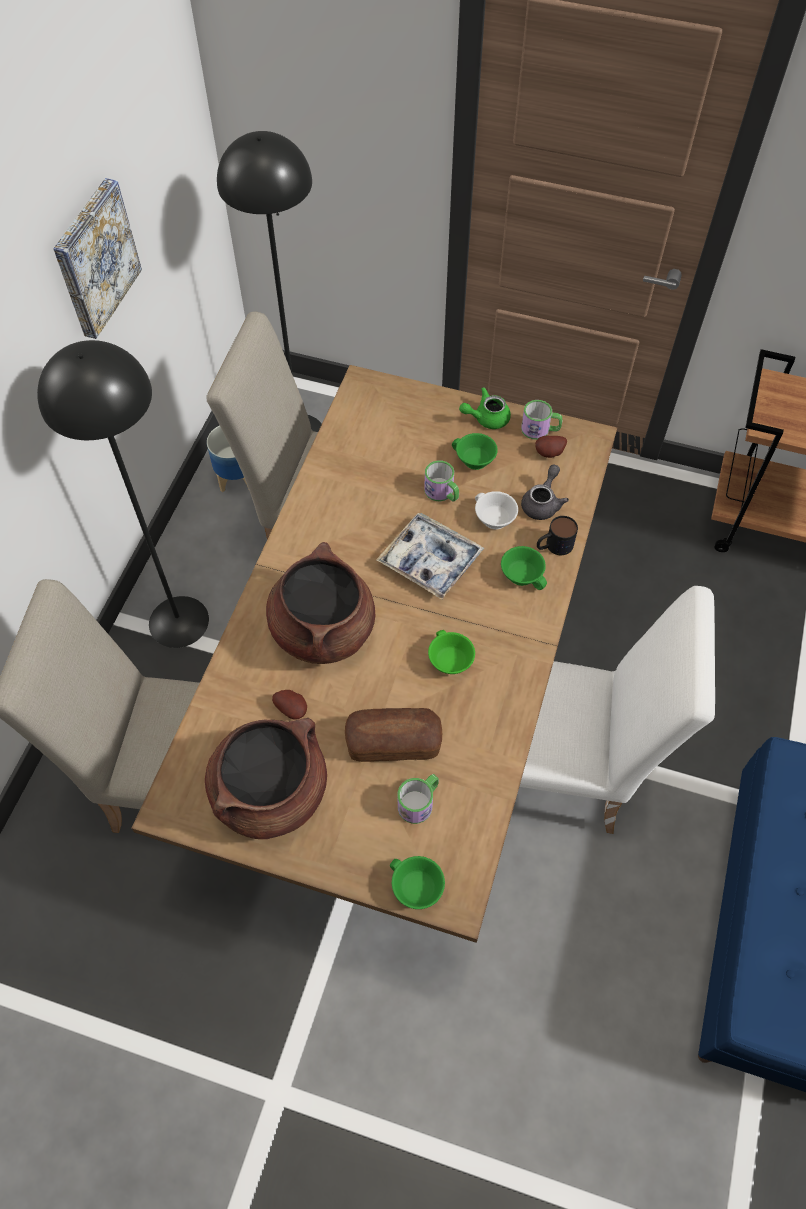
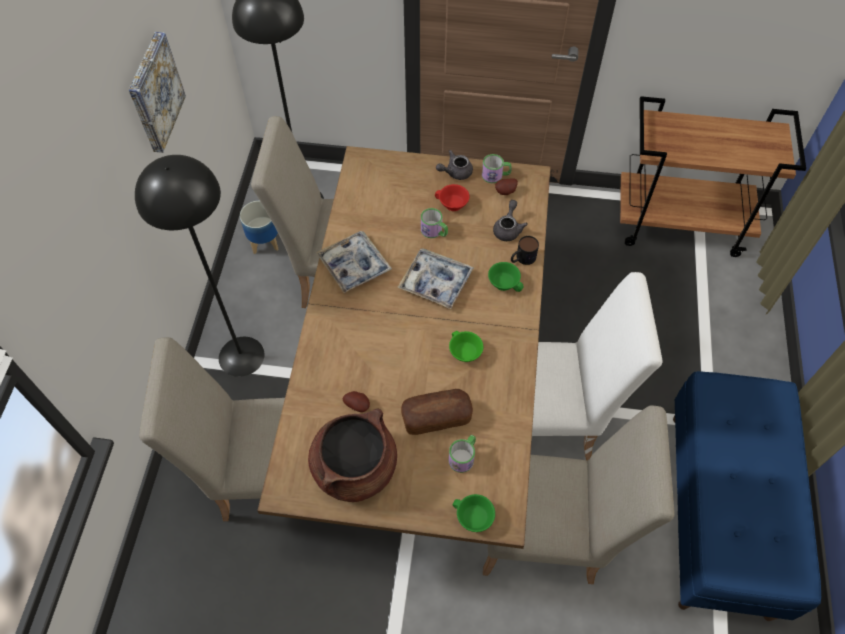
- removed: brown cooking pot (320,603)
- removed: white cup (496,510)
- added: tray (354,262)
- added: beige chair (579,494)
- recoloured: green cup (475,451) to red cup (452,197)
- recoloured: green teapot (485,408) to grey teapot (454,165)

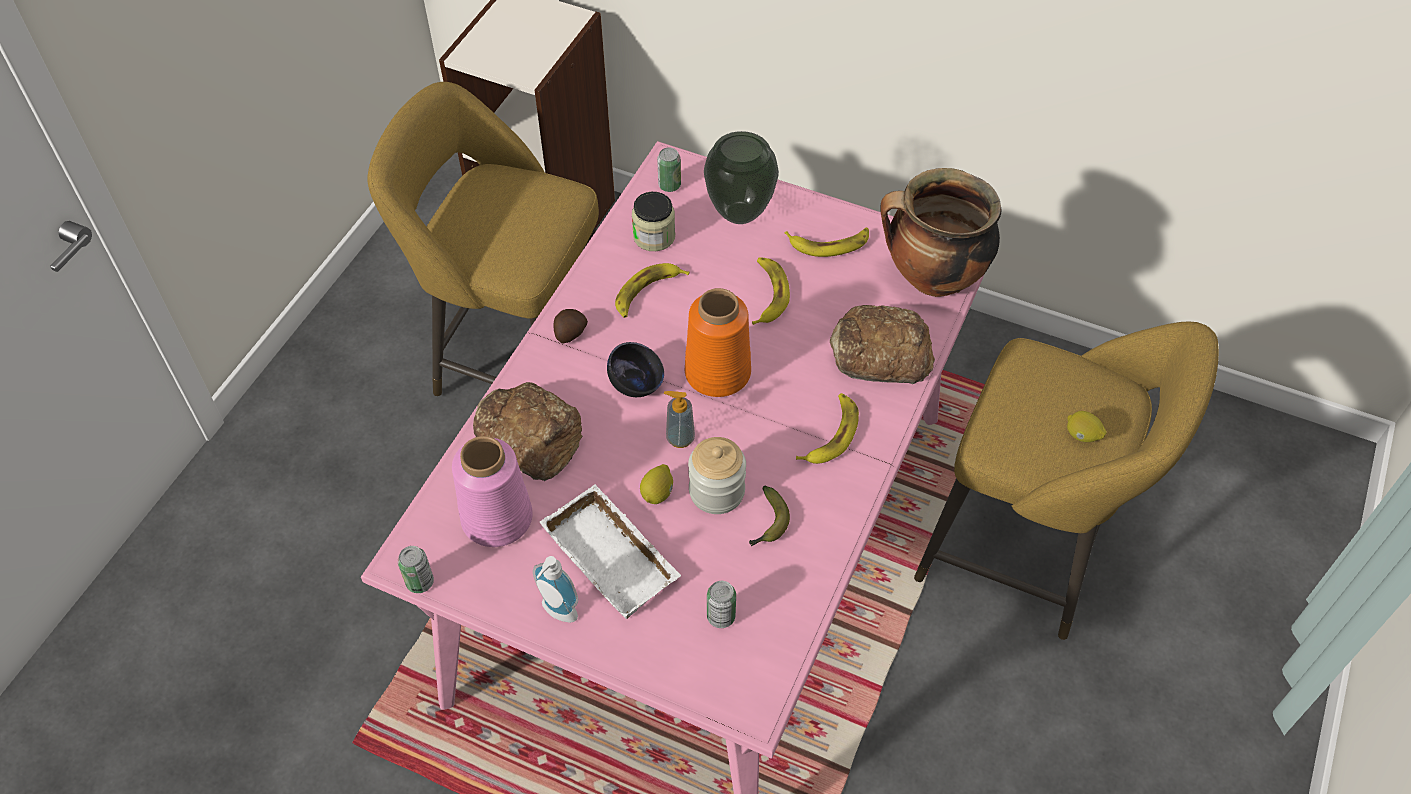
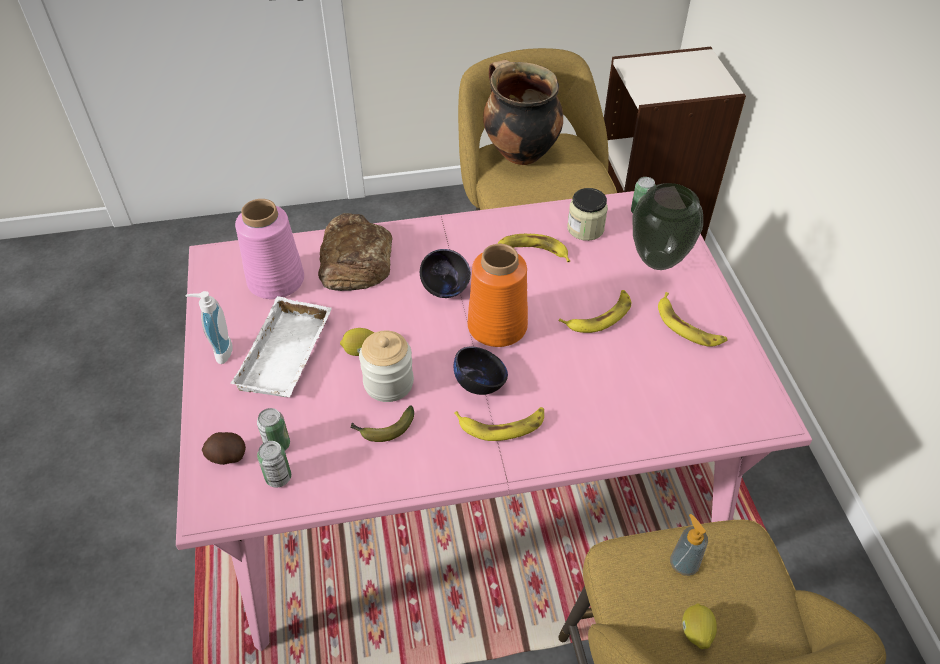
- removed: bread (882,344)
- added: black bowl (481,371)
- moved: can (416,569) to (274,464)
- moved: potato (570,326) to (224,448)
- moved: soap dispenser (679,419) to (689,545)
- moved: cooking pot (941,232) to (523,112)

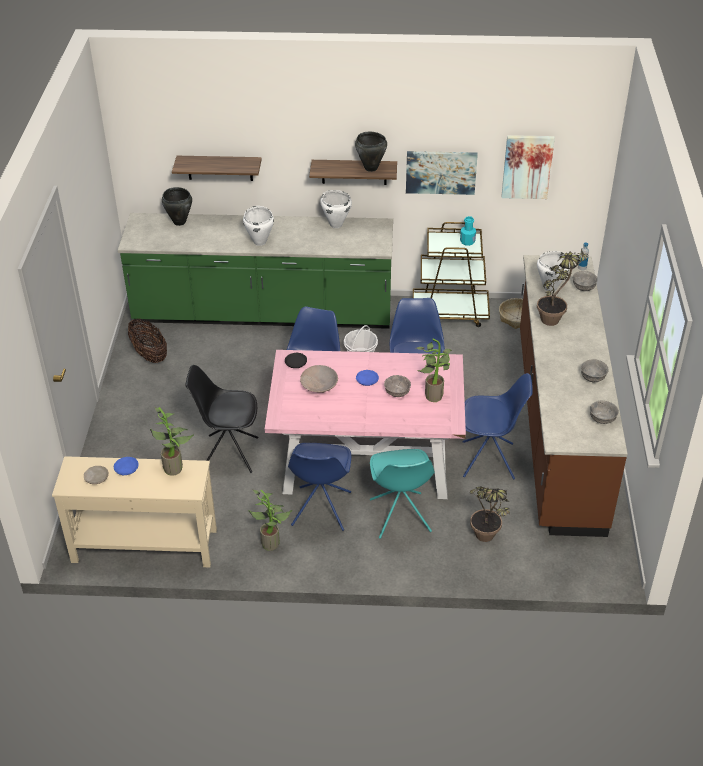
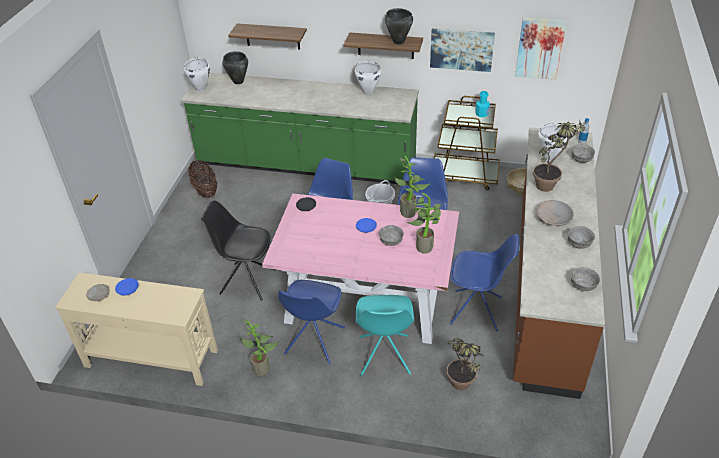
- moved: potted plant (172,441) to (412,187)
- moved: white cooking pot (258,226) to (197,74)
- moved: beige bowl (319,379) to (555,213)

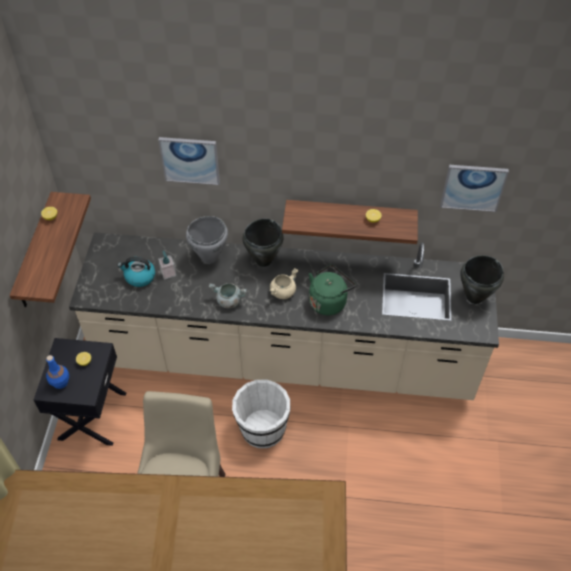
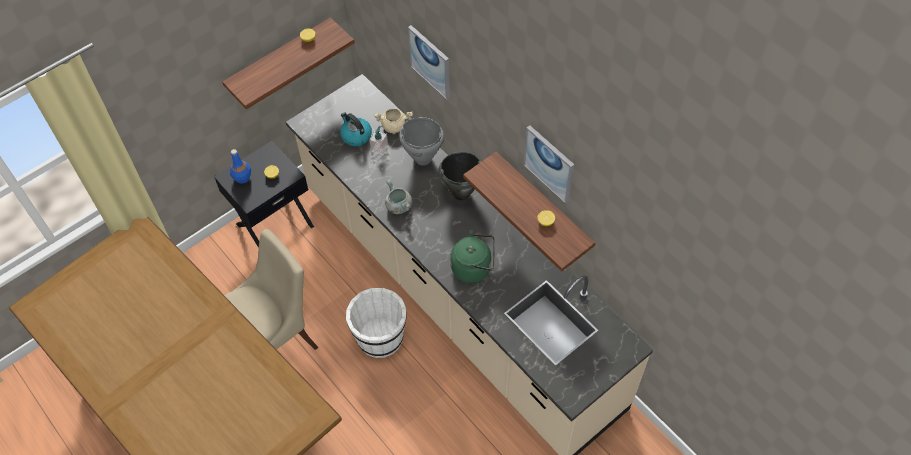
- removed: black cooking pot (482,279)
- moved: beige cooking pot (284,283) to (394,120)
- moved: picture (474,188) to (549,164)

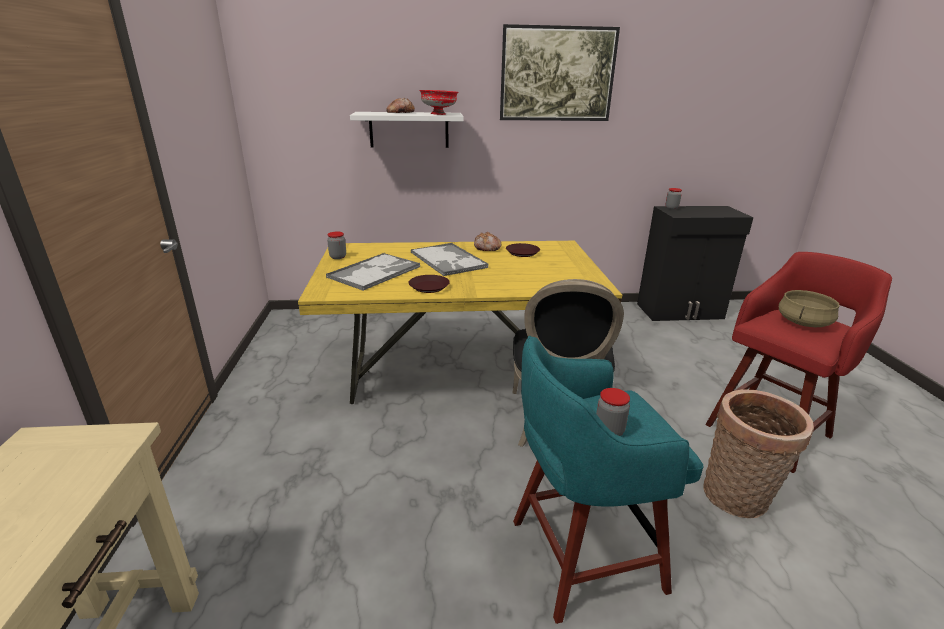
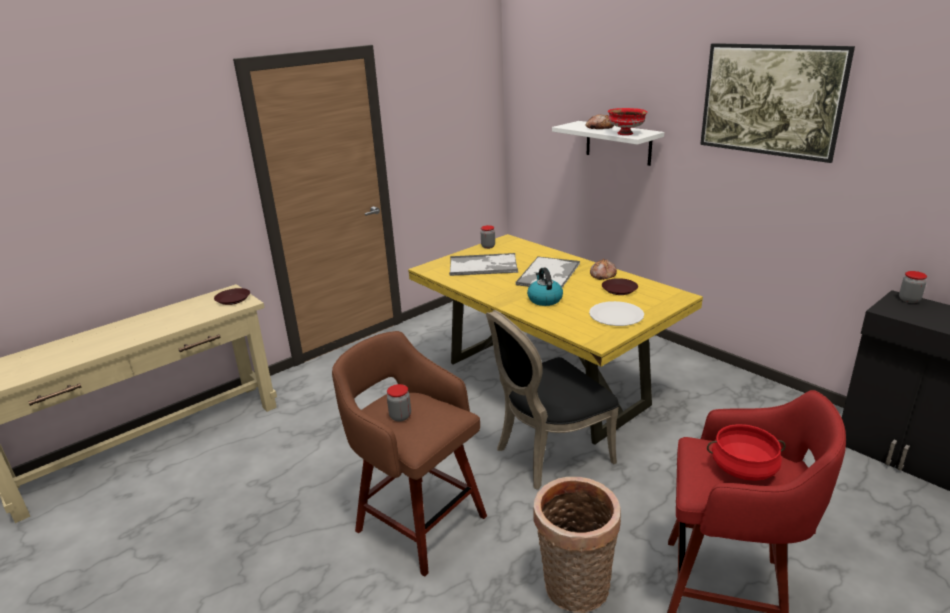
- added: kettle (545,286)
- added: white plate (616,313)
- moved: brown plate (429,284) to (232,296)
- recoloured: turquoise stool (608,480) to brown stool (409,453)
- recoloured: beige cooking pot (809,308) to red cooking pot (746,452)

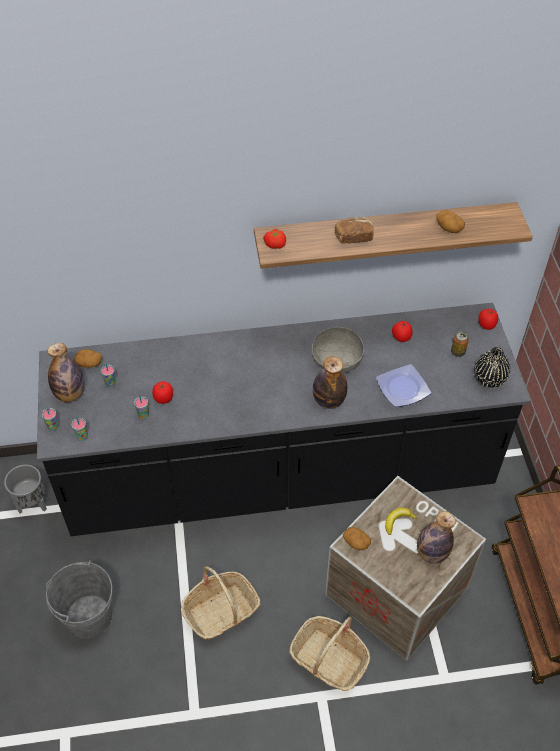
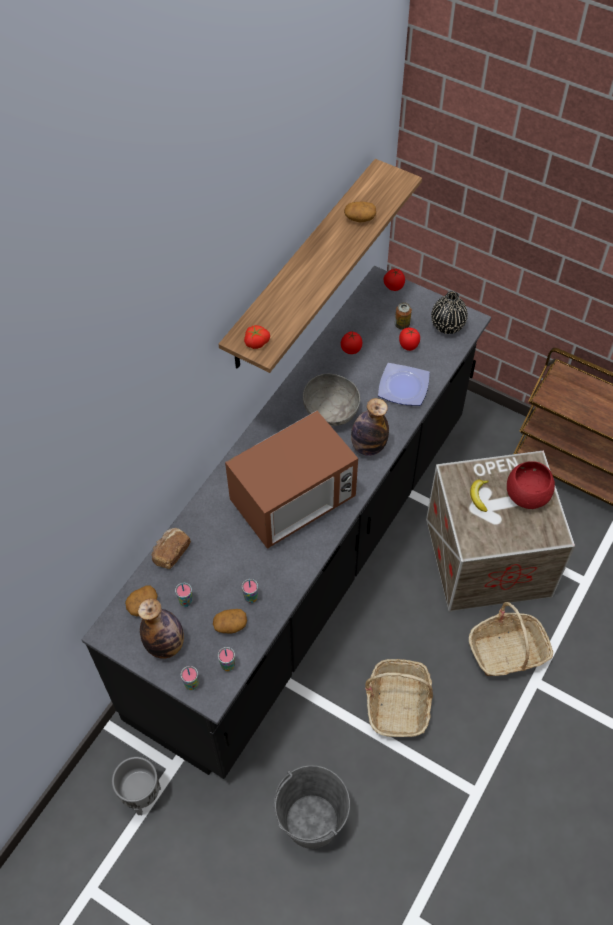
- added: microwave (291,480)
- moved: tomato (162,392) to (409,339)
- moved: bread (354,230) to (171,548)
- moved: potato (357,539) to (230,621)
- replaced: bottle (436,537) to red bowl (531,485)

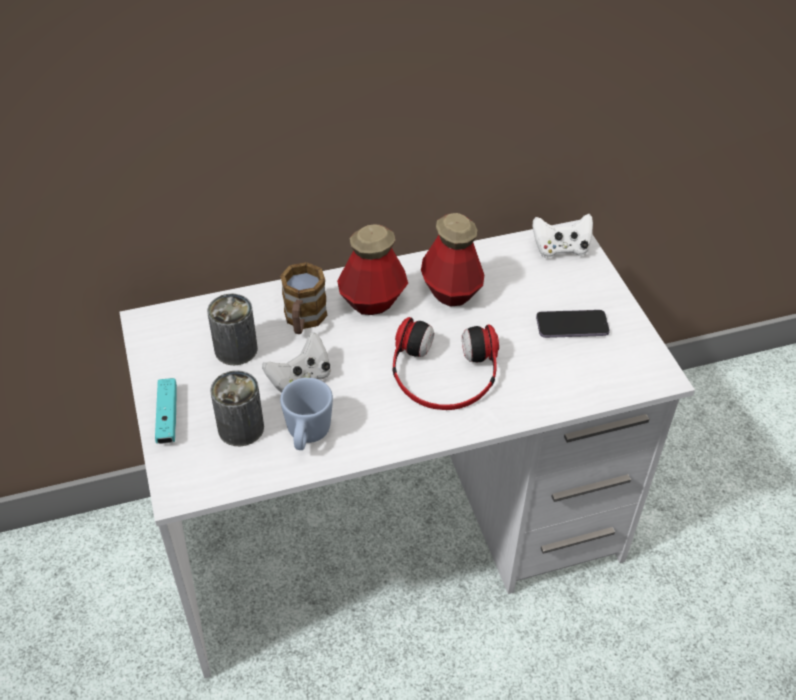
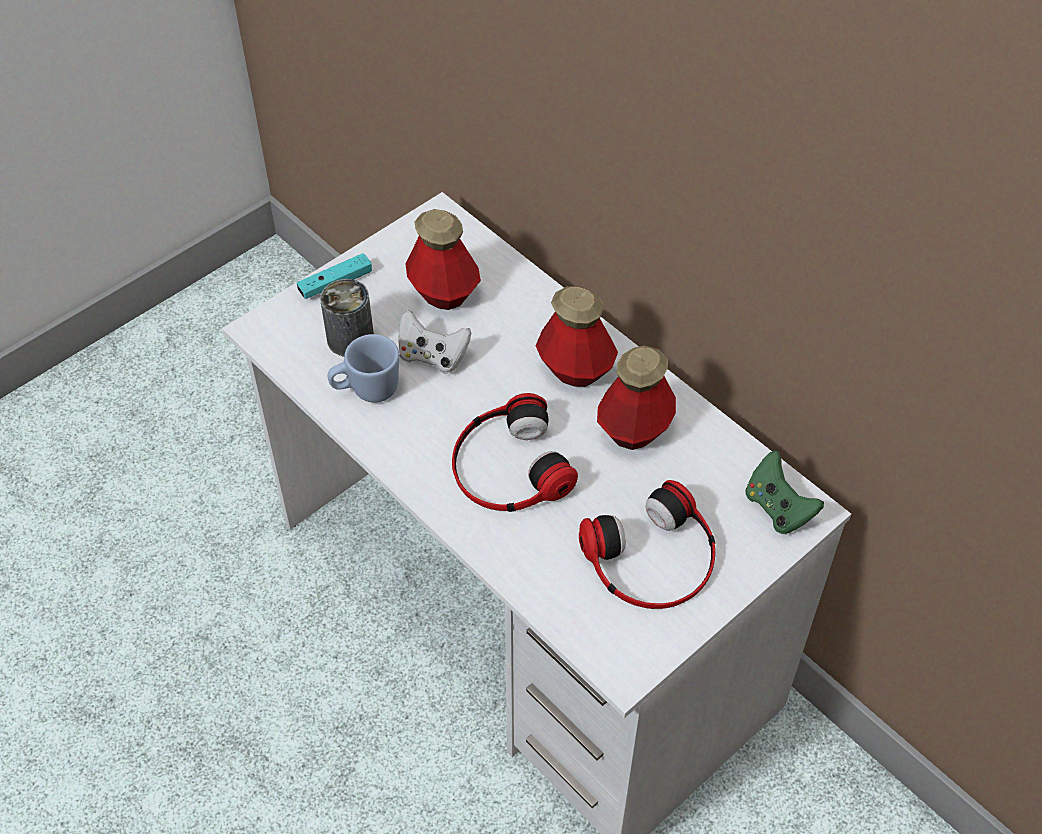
- removed: mug (304,298)
- replaced: can (232,329) to bottle (443,259)
- replaced: phone (573,324) to headphones (647,544)
- recoloured: white game controller (563,236) to green game controller (784,492)

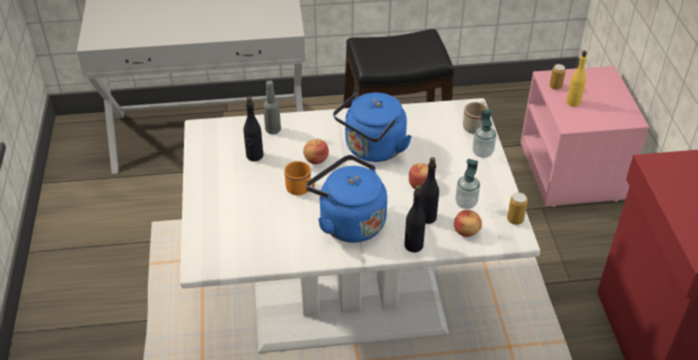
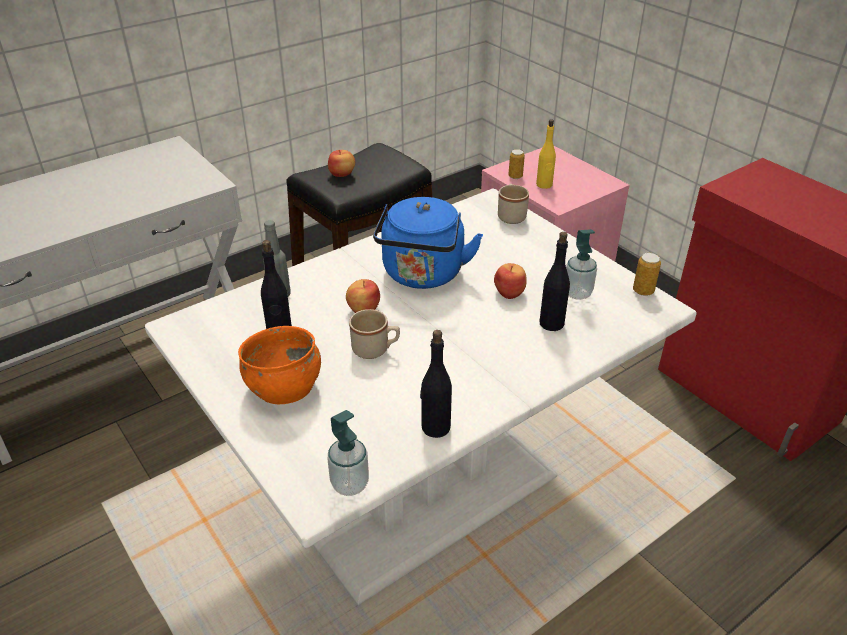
- removed: blue kettle (346,199)
- added: orange bowl (279,365)
- moved: black bottle (415,218) to (436,384)
- moved: apple (468,223) to (341,163)
- moved: soap dispenser (484,133) to (348,453)
- recoloured: orange mug (299,178) to beige mug (374,334)

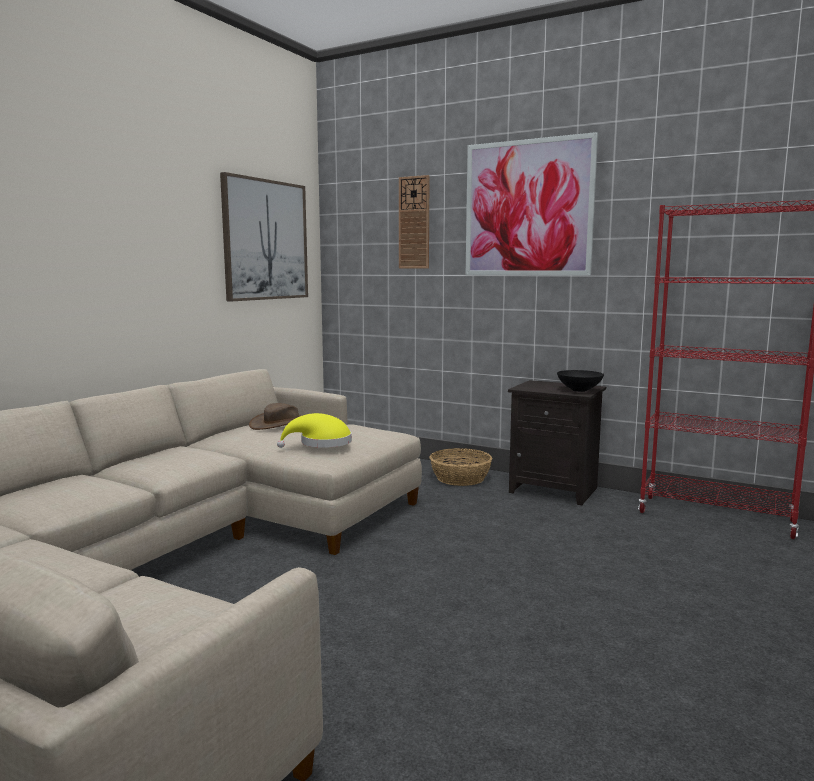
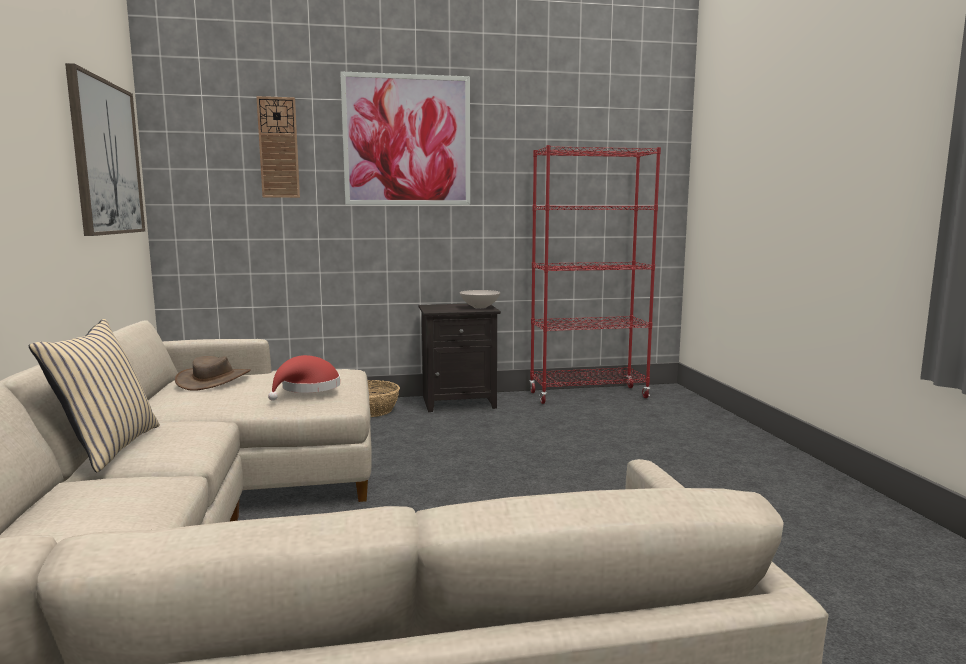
- added: beige pillow (94,396)
- recoloured: yellow hat (314,430) to red hat (304,378)
- recoloured: black bowl (580,381) to white bowl (480,299)

